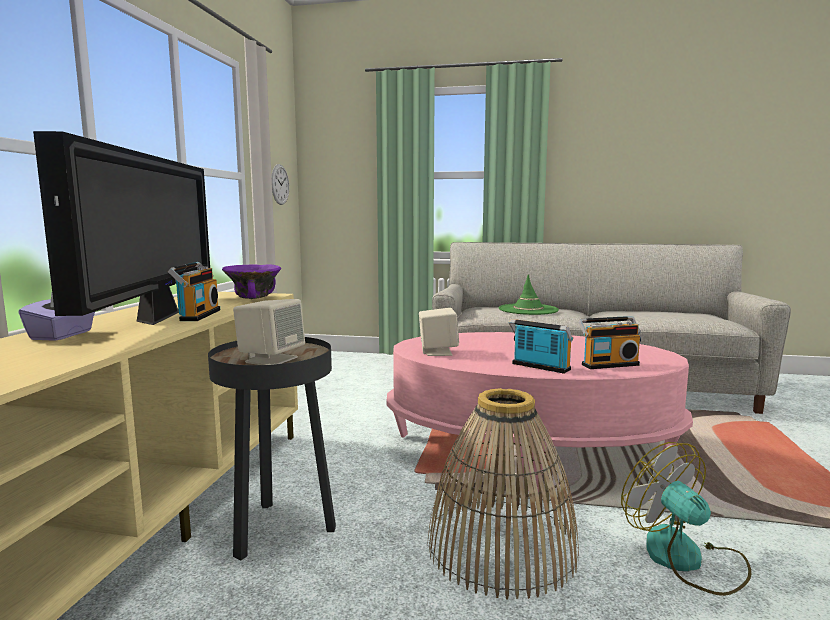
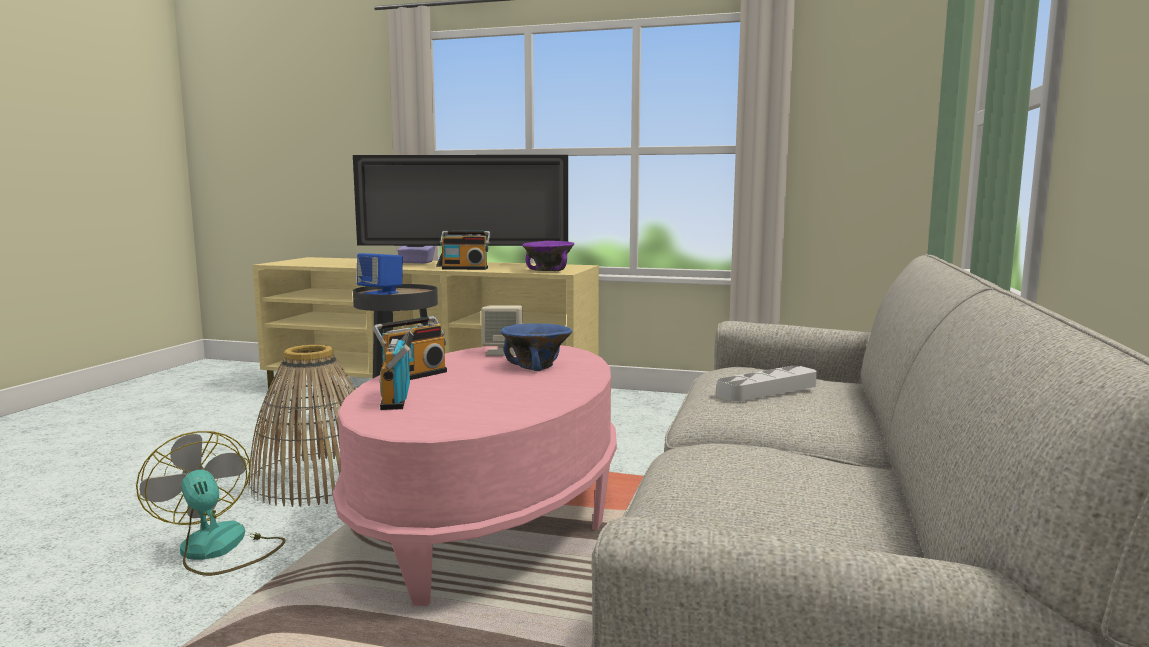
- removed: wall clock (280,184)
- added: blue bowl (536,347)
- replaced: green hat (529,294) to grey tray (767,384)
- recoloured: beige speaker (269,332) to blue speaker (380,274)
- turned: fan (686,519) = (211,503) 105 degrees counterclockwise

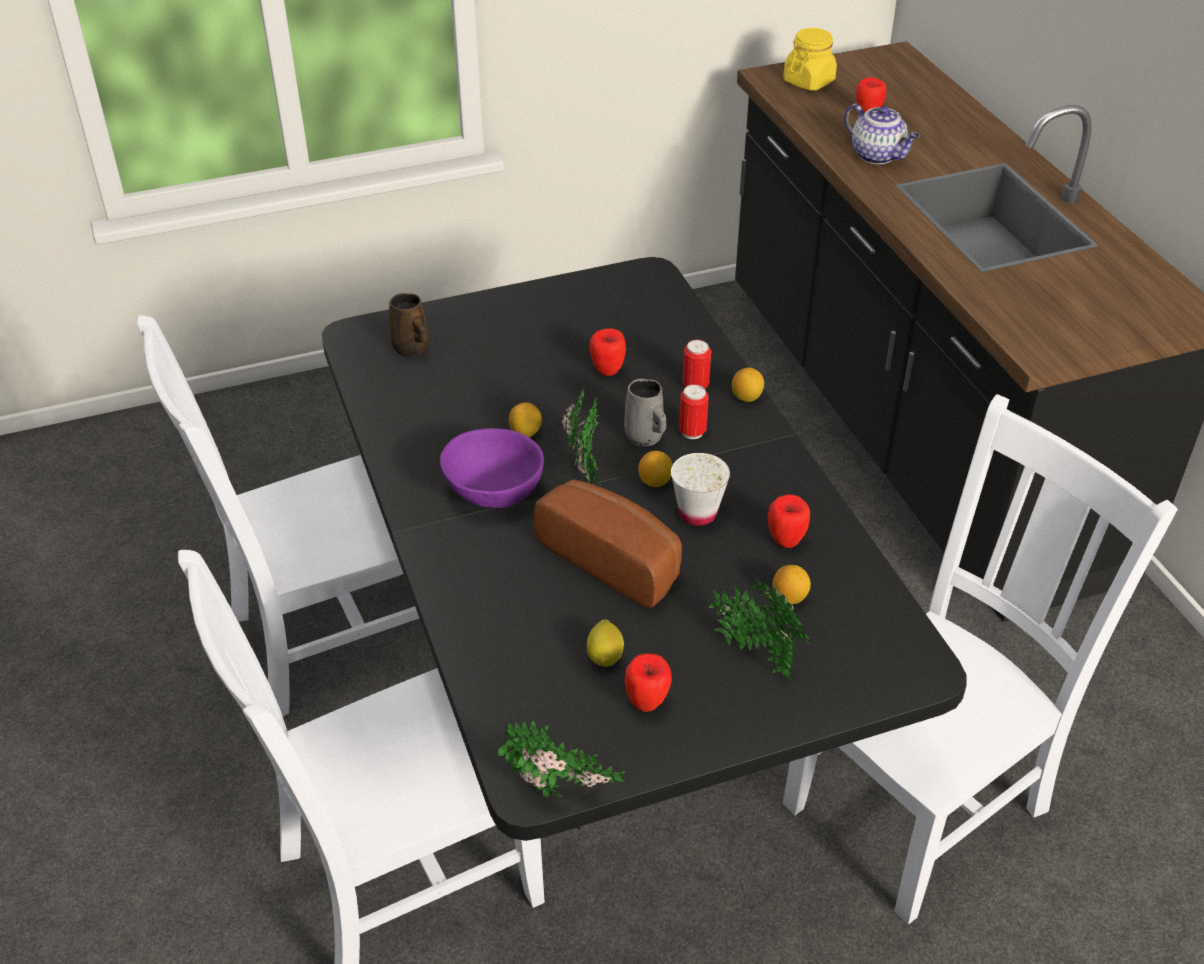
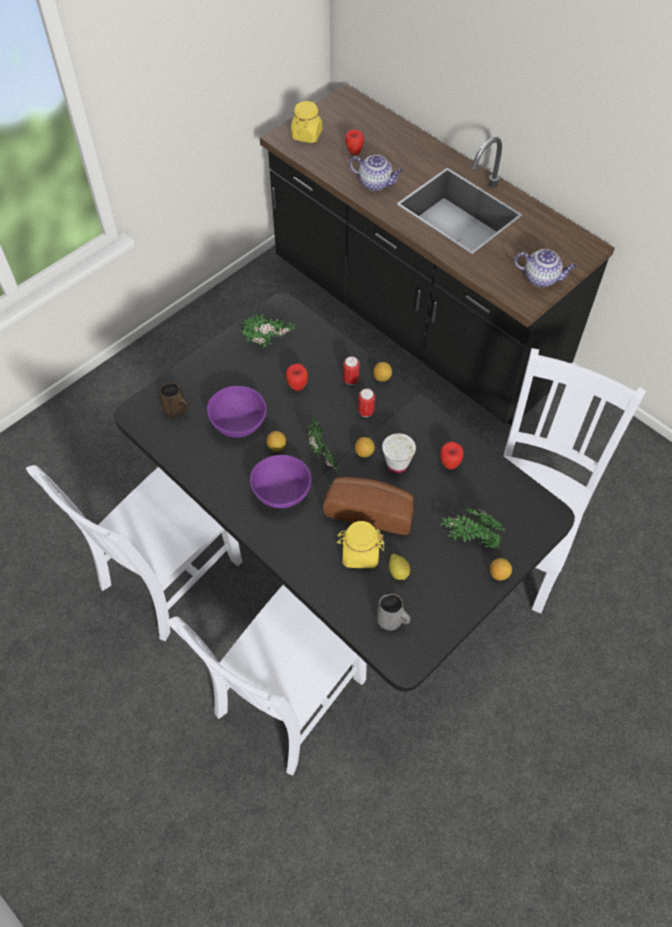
- removed: apple (648,682)
- added: purple bowl (237,412)
- added: yellow jar (360,544)
- added: teapot (545,268)
- moved: potted plant (561,759) to (268,331)
- moved: grey mug (645,412) to (393,612)
- moved: lemon (791,584) to (501,569)

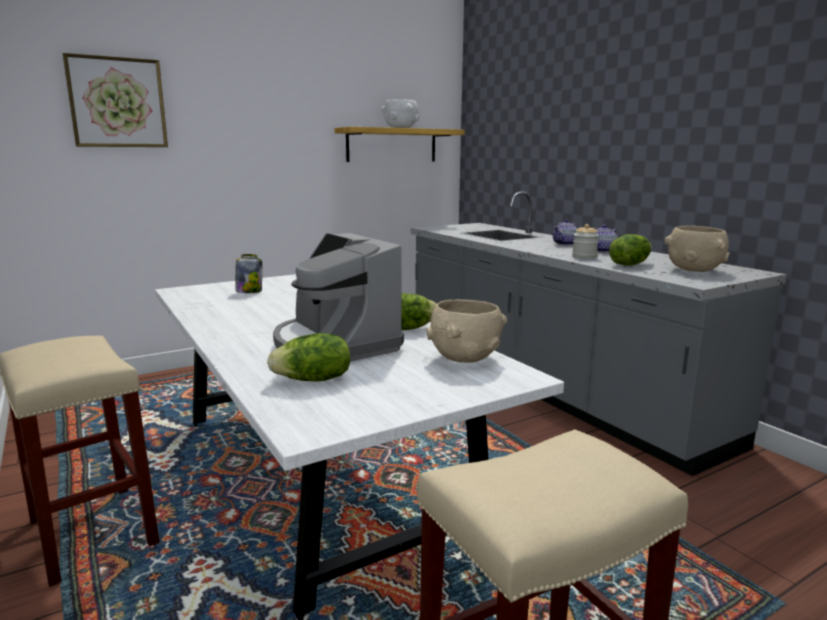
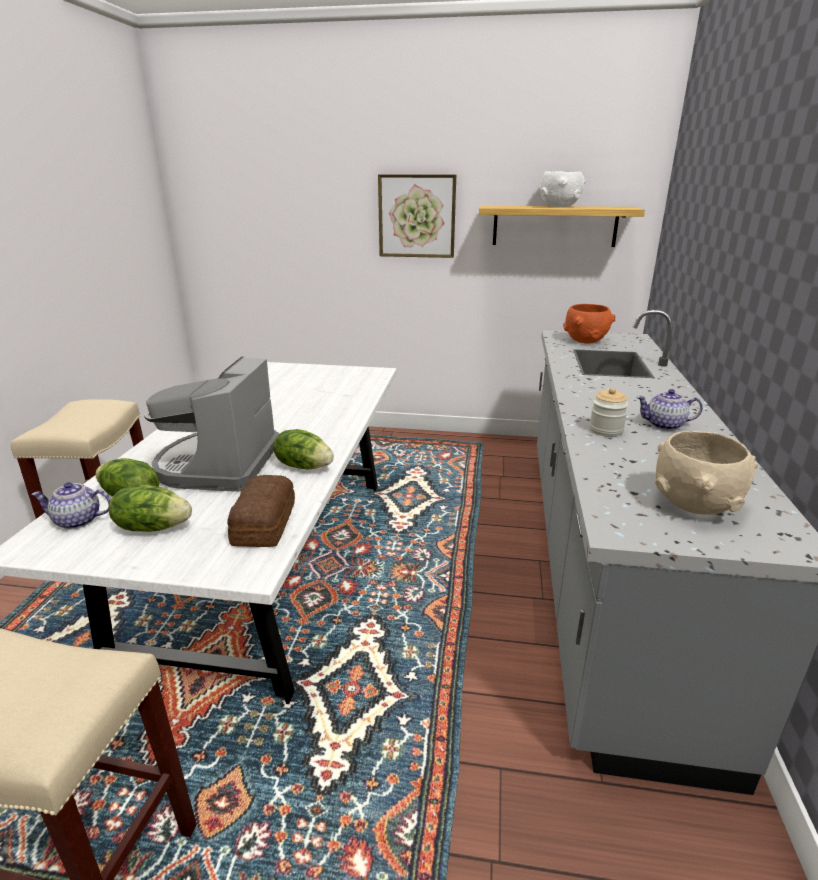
- removed: jar (249,273)
- added: orange bowl (589,324)
- moved: picture (115,100) to (417,216)
- moved: teapot (565,232) to (71,505)
- moved: lettuce (630,250) to (150,508)
- replaced: beige bowl (467,331) to bread (261,511)

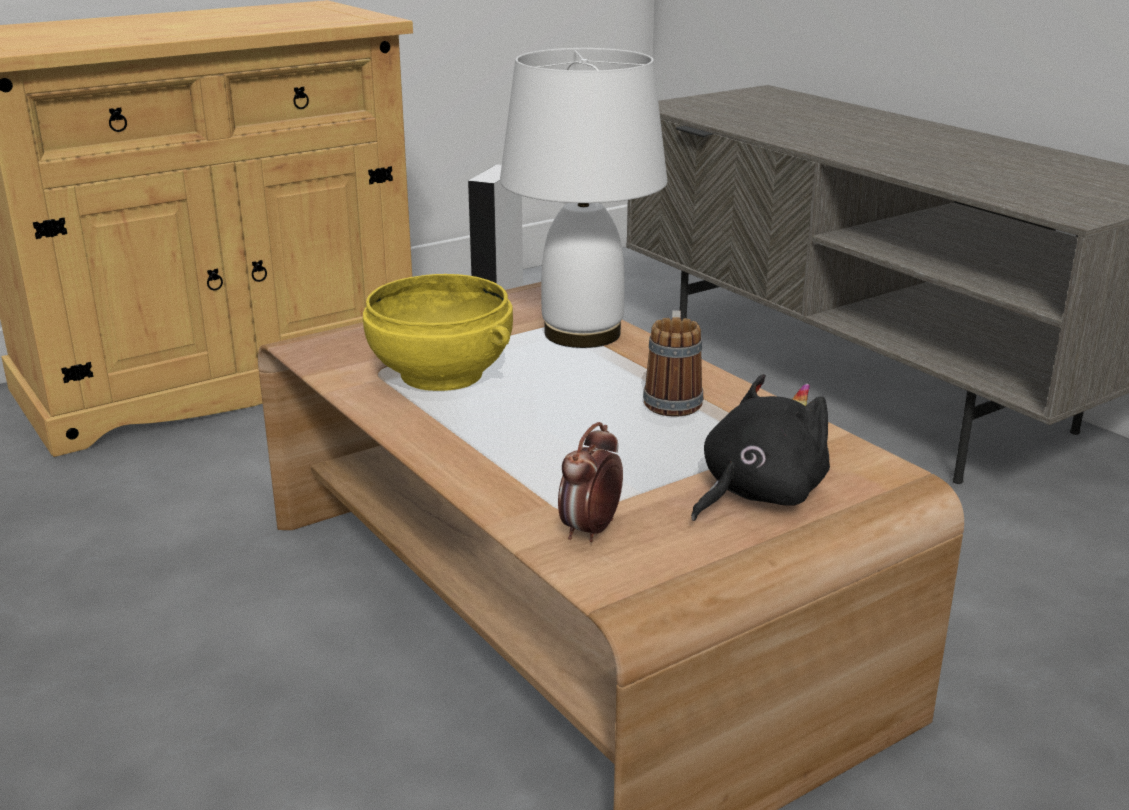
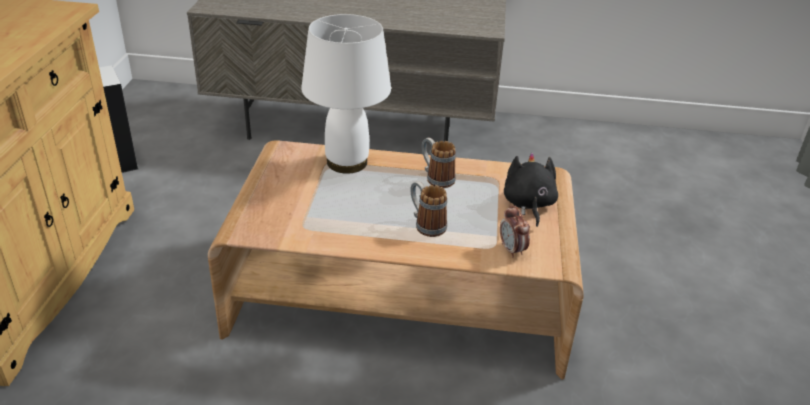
- removed: yellow bowl (438,332)
- added: mug (428,209)

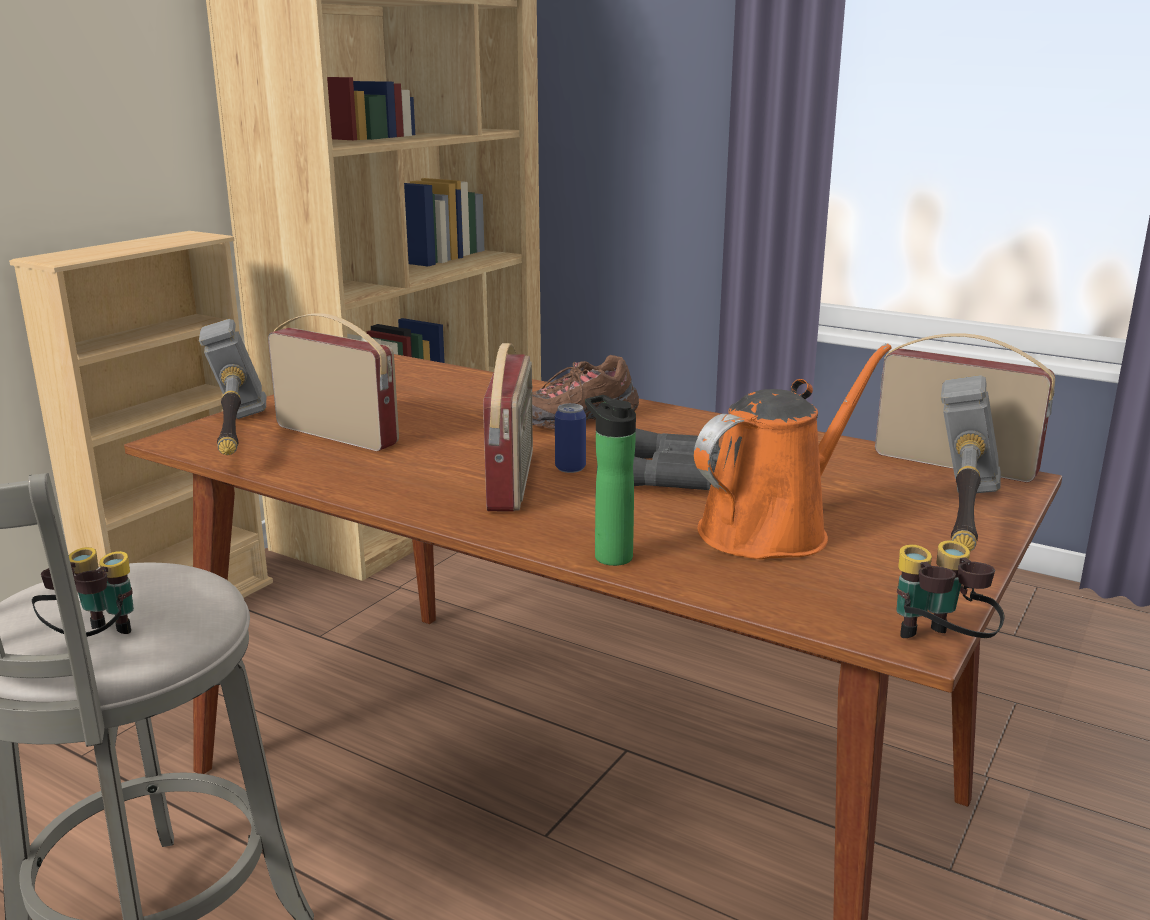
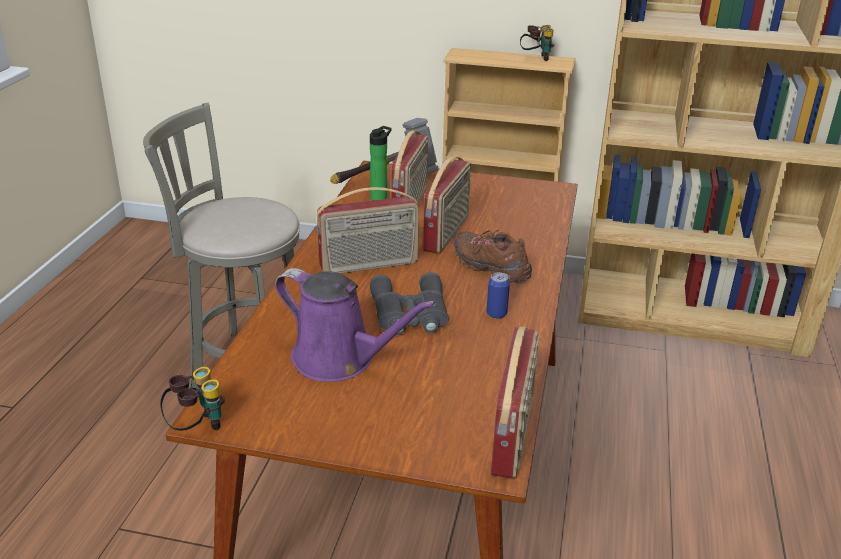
- removed: hammer (971,463)
- added: radio (447,205)
- moved: binoculars (83,592) to (537,43)
- moved: can (570,438) to (498,295)
- moved: bottle (610,480) to (381,163)
- recoloured: orange watering can (793,451) to purple watering can (355,325)

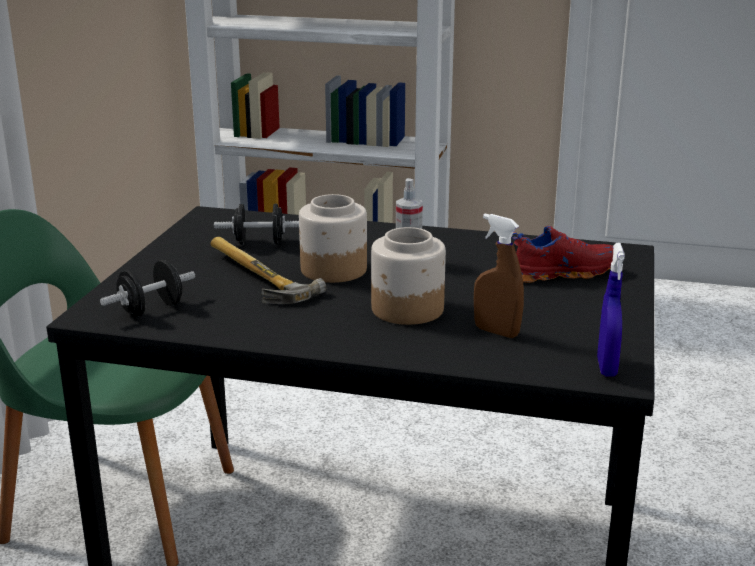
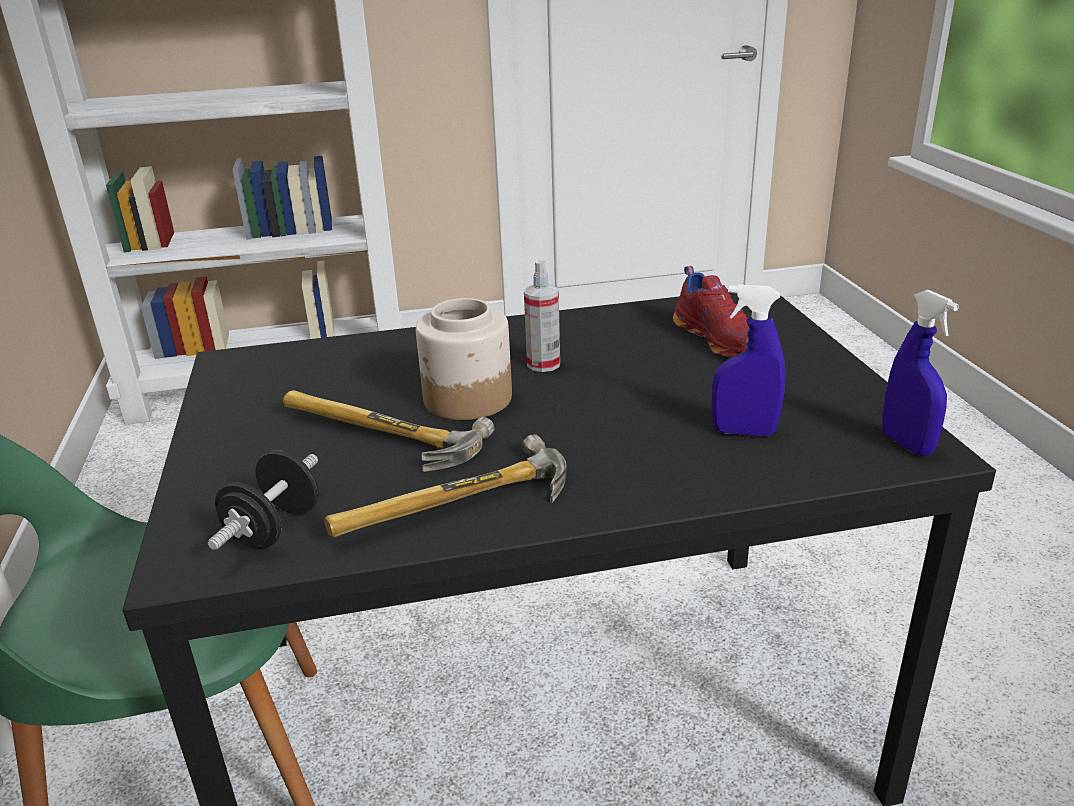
- removed: black dumbbell (256,224)
- removed: jar (408,276)
- added: hammer (445,485)
- recoloured: brown spray bottle (499,275) to blue spray bottle (748,360)
- turned: red shoe (562,254) = (711,311) 105 degrees clockwise

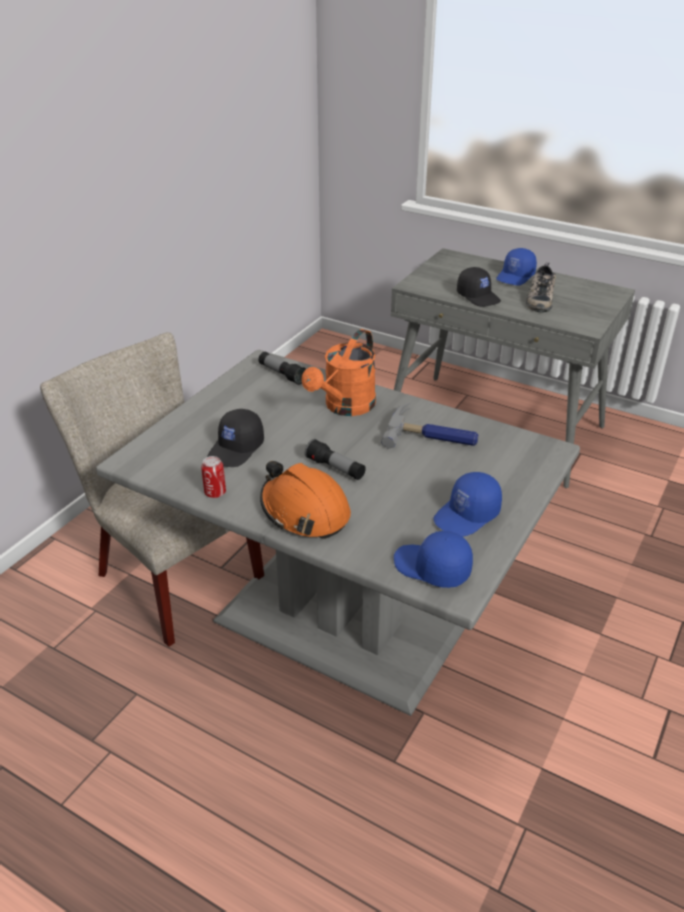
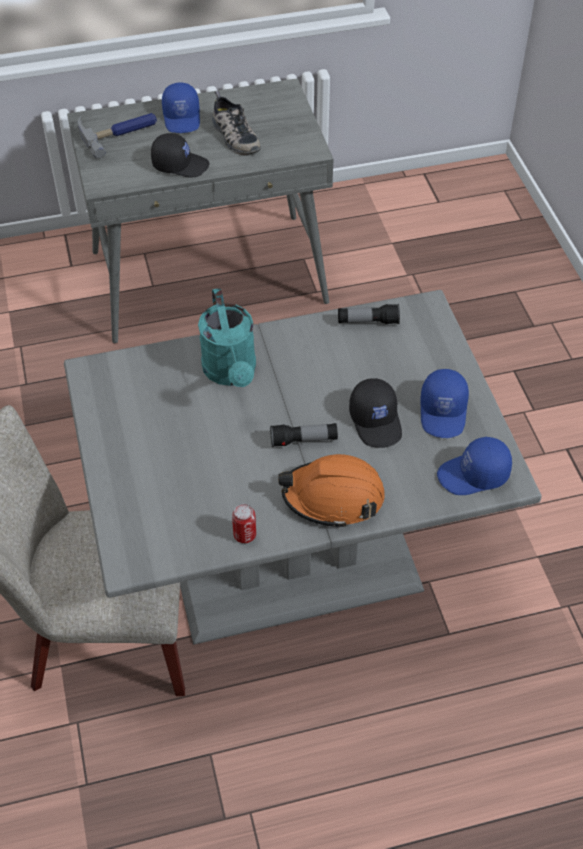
- moved: black cap (235,438) to (375,413)
- moved: flashlight (282,368) to (369,314)
- moved: hammer (429,425) to (117,135)
- recoloured: orange watering can (339,372) to turquoise watering can (227,337)

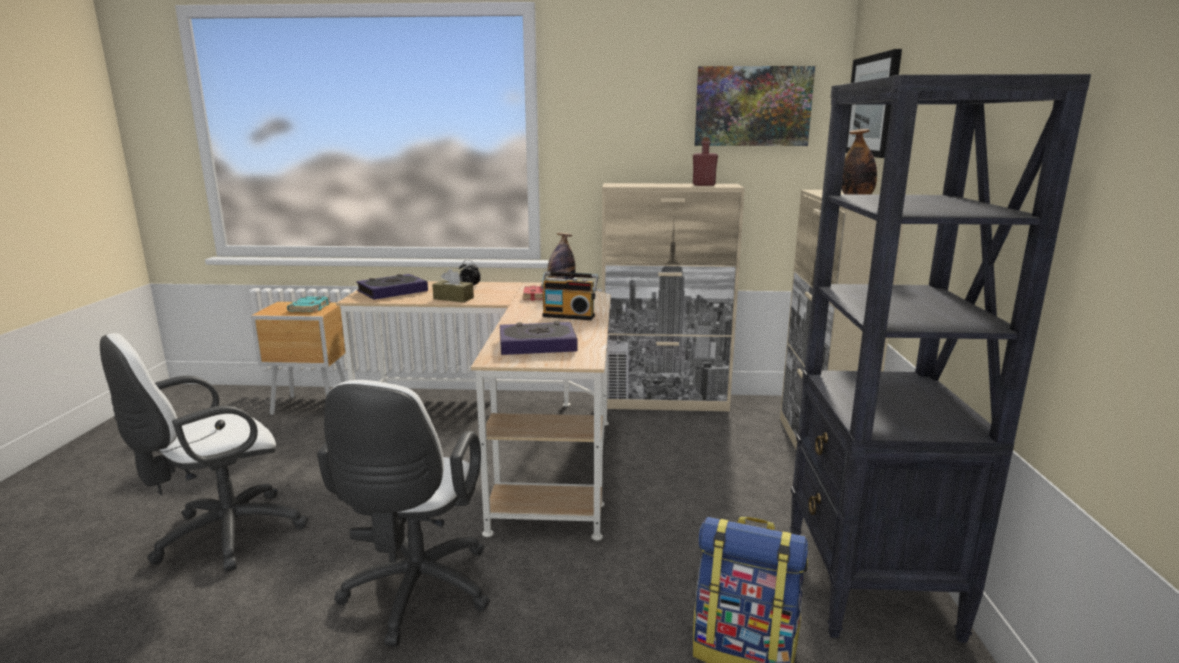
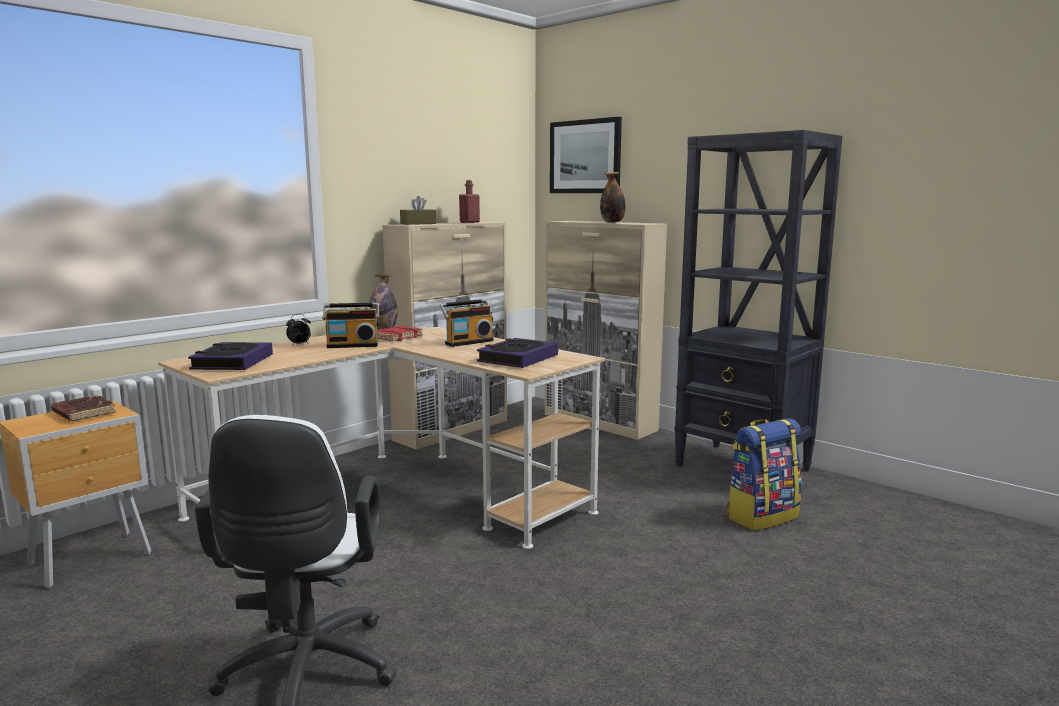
- removed: white office chair (403,513)
- removed: picture (755,106)
- added: radio (351,325)
- moved: brown tissue box (453,285) to (418,210)
- recoloured: turquoise book (308,304) to brown book (83,408)

